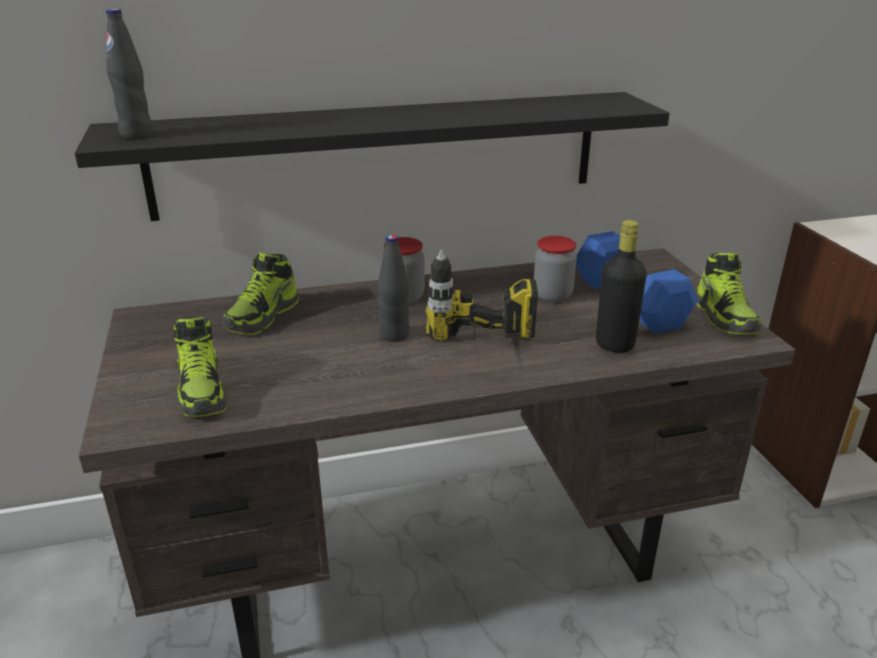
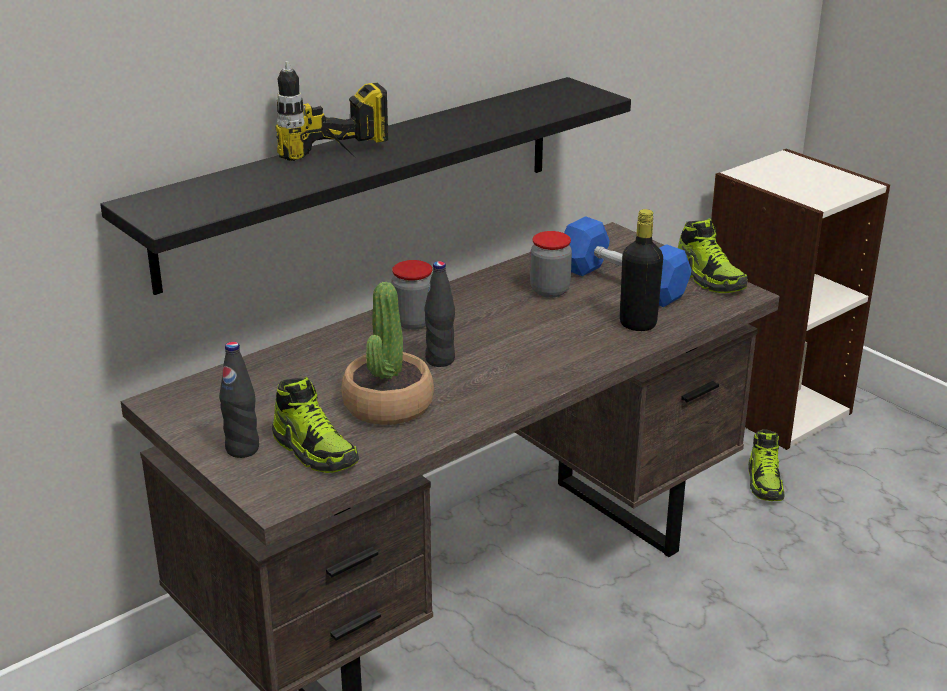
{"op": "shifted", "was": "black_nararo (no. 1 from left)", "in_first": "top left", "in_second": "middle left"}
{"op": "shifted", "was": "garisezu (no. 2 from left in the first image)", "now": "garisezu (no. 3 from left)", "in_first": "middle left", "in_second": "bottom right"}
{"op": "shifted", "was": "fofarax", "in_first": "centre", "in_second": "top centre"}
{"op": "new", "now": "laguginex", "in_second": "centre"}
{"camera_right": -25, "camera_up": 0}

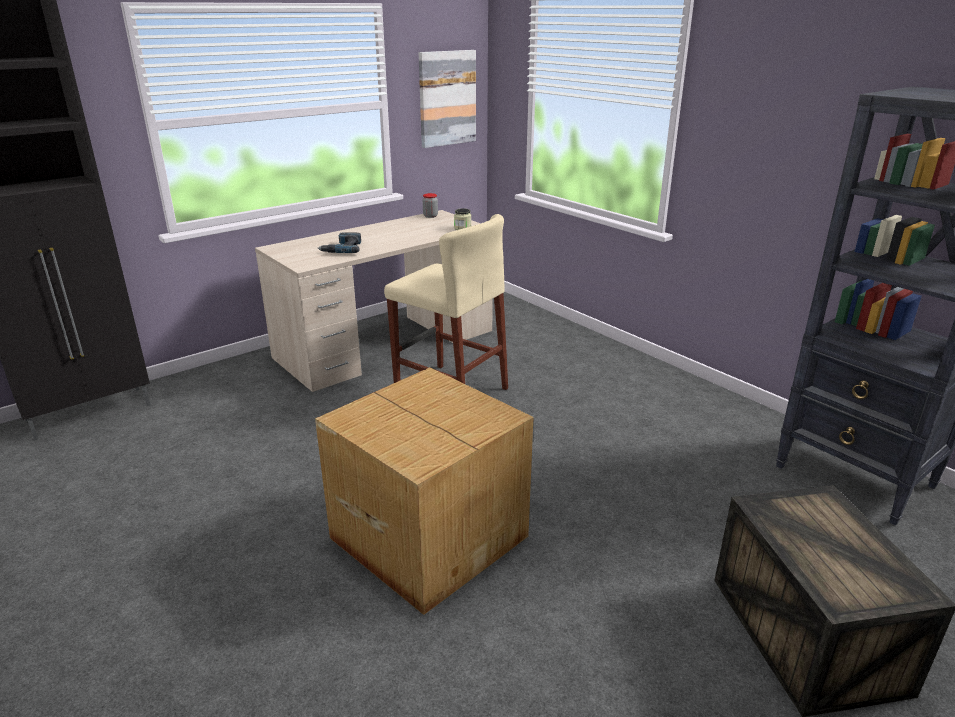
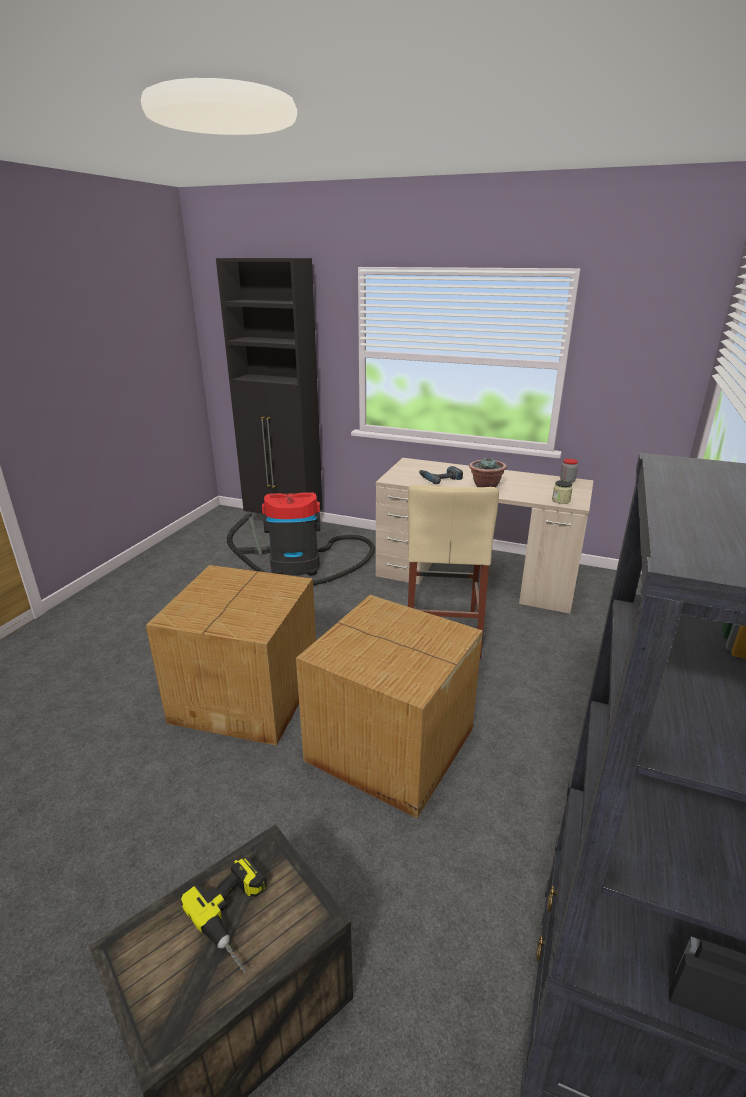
{"op": "gone", "was": "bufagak", "in_first": "top centre"}
{"op": "new", "now": "fofarax (no. 1 from left)", "in_second": "bottom left"}
{"op": "new", "now": "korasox", "in_second": "centre"}
{"op": "new", "now": "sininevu (no. 2 from left)", "in_second": "centre"}
{"op": "new", "now": "laguginex", "in_second": "centre"}
{"camera_right": 60, "camera_up": 0}

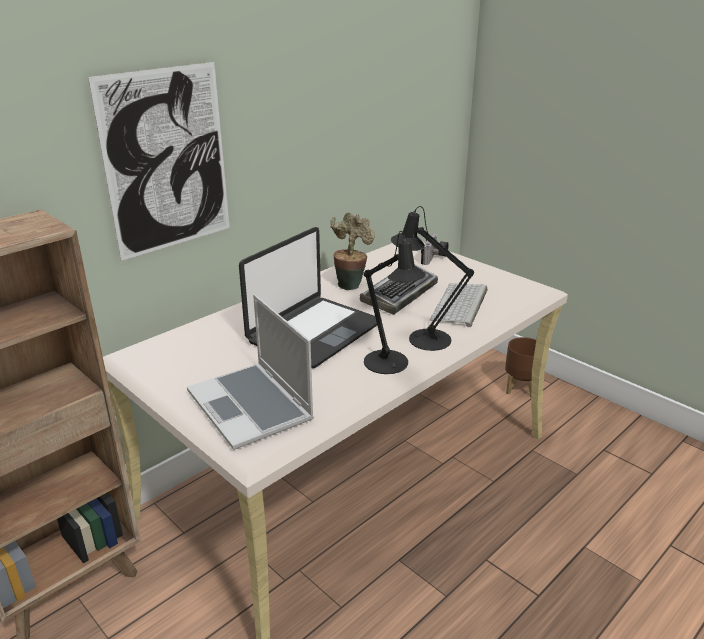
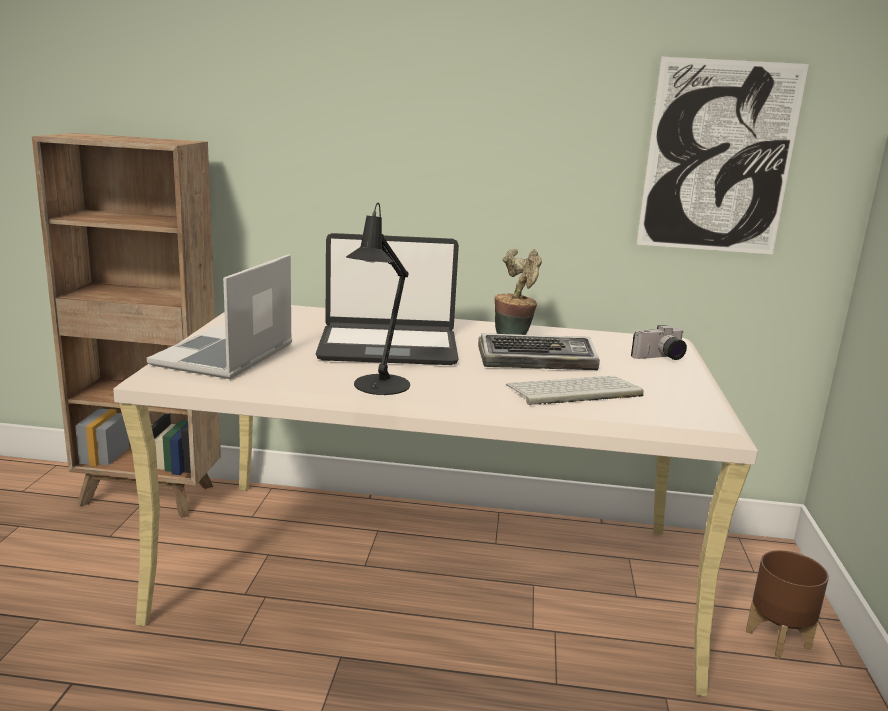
{"op": "shifted", "was": "bufagak", "in_first": "top left", "in_second": "top right"}
{"op": "gone", "was": "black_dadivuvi (no. 2 from left)", "in_first": "centre"}
{"camera_right": 50, "camera_up": -10}

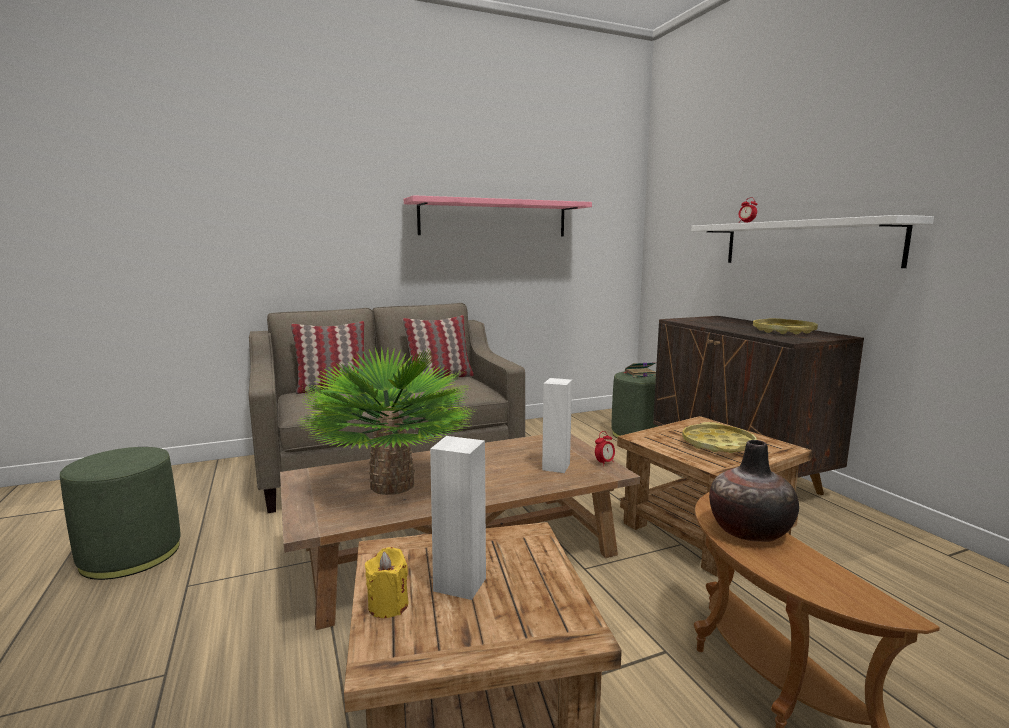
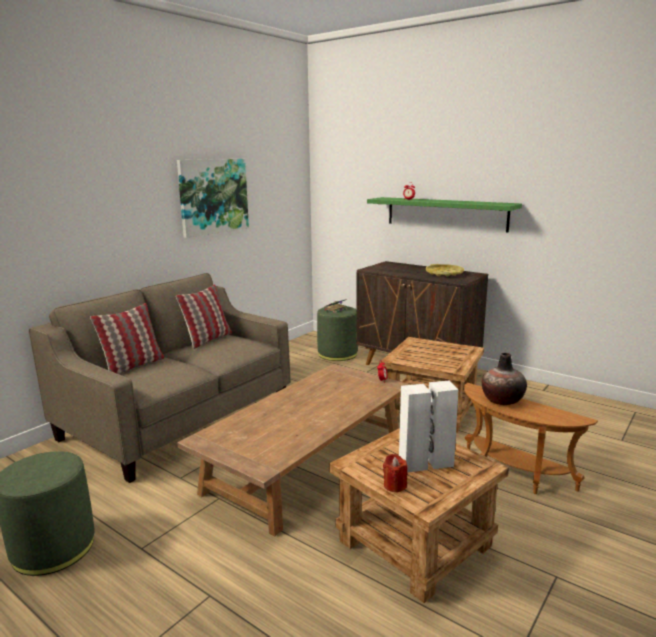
{"op": "gone", "was": "laguginex", "in_first": "centre"}
{"op": "repainted", "was": "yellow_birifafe", "now": "red_birifafe", "in_first": "bottom centre", "in_second": "bottom centre"}
{"op": "swapped", "was": "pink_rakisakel", "now": "bufagak", "in_first": "top centre", "in_second": "top left"}
{"op": "shifted", "was": "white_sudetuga (no. 2 from left)", "in_first": "centre", "in_second": "bottom right"}
{"op": "gone", "was": "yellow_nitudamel (no. 1 from left)", "in_first": "middle right"}
{"op": "repainted", "was": "white_rakisakel", "now": "green_rakisakel", "in_first": "top right", "in_second": "middle right"}
{"camera_right": -30, "camera_up": 5}

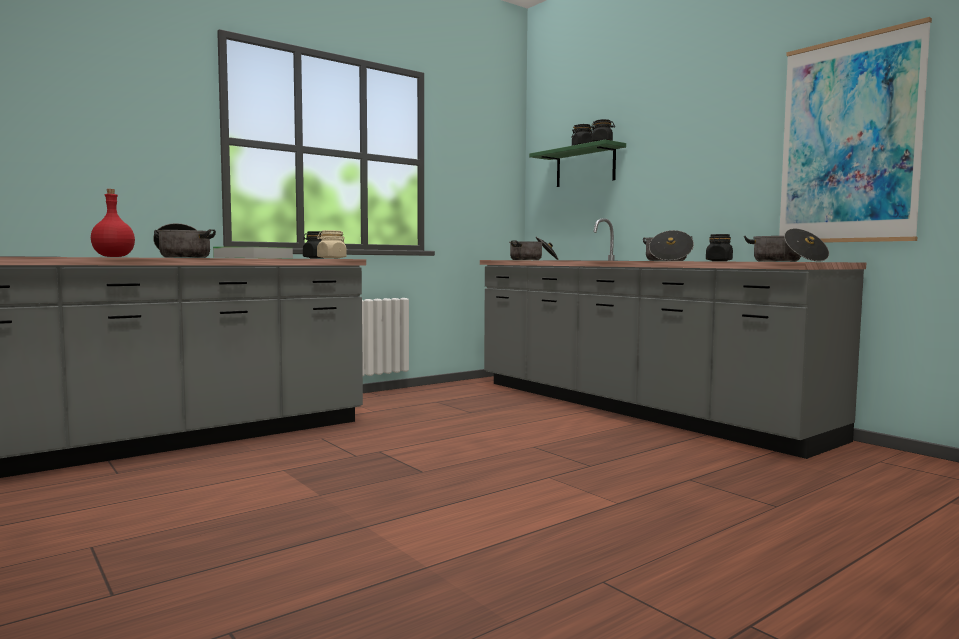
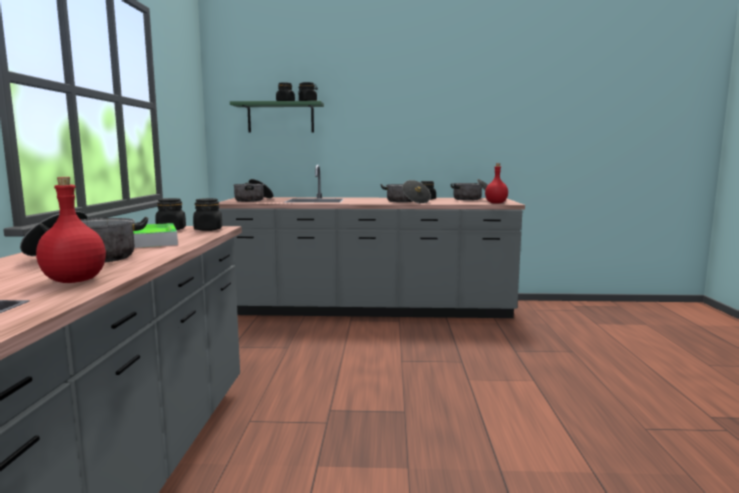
{"op": "repainted", "was": "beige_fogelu", "now": "black_fogelu (no. 2 from left)", "in_first": "centre", "in_second": "middle left"}
{"op": "gone", "was": "bufagak", "in_first": "top right"}
{"op": "new", "now": "red_nararo (no. 2 from left)", "in_second": "middle right"}
{"camera_right": -50, "camera_up": 5}

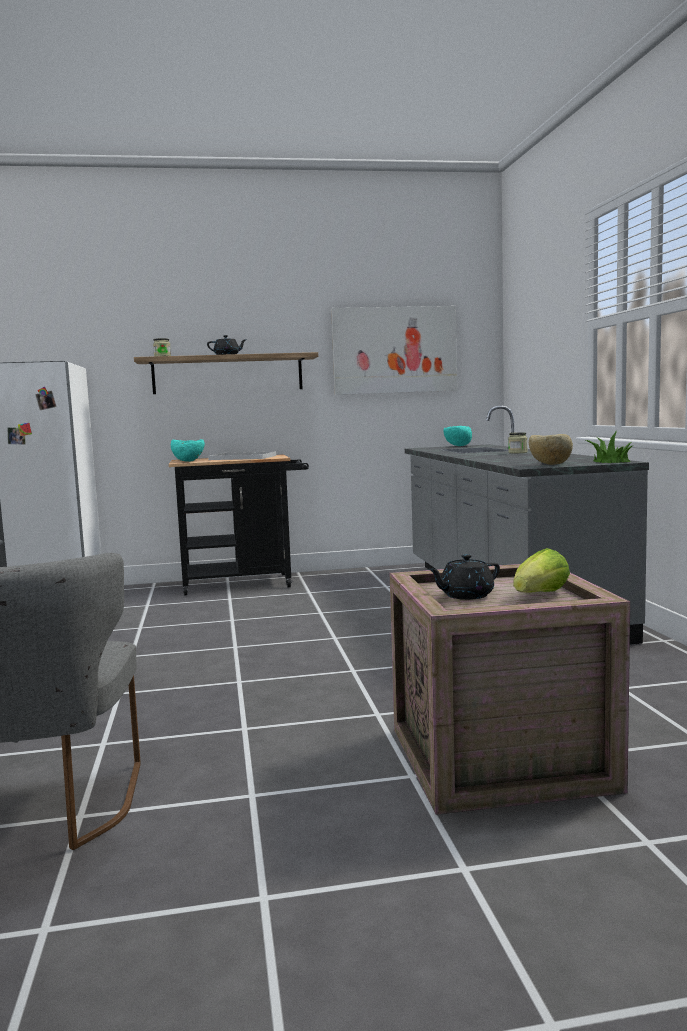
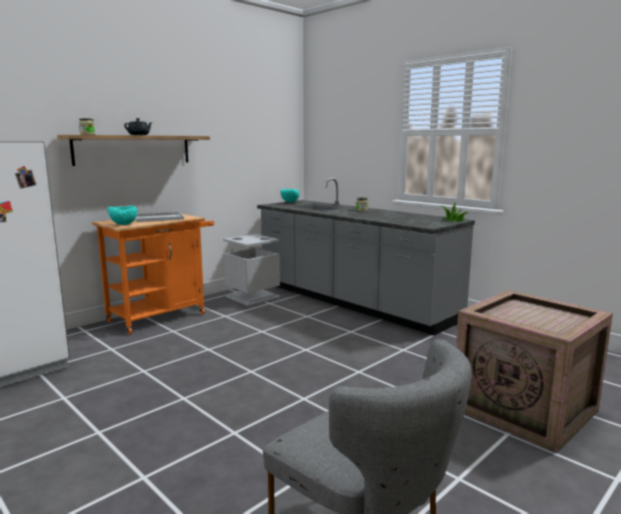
{"op": "repainted", "was": "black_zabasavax", "now": "orange_zabasavax", "in_first": "centre", "in_second": "middle left"}
{"op": "gone", "was": "bufagak", "in_first": "centre"}
{"op": "gone", "was": "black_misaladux (no. 2 from left)", "in_first": "middle right"}
{"op": "gone", "was": "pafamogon", "in_first": "middle right"}
{"op": "gone", "was": "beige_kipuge", "in_first": "middle right"}
{"op": "new", "now": "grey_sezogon", "in_second": "centre"}
{"camera_right": -35, "camera_up": 5}

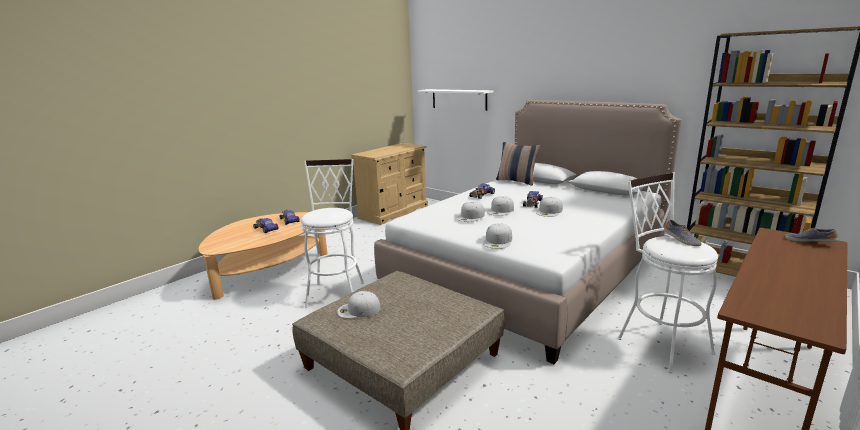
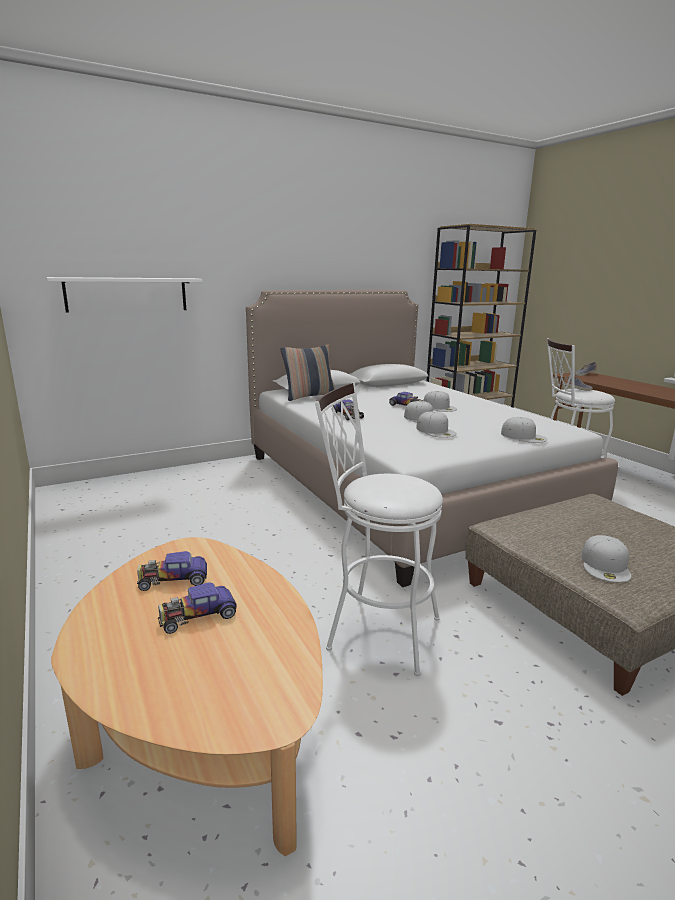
{"op": "gone", "was": "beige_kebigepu", "in_first": "centre"}
{"camera_right": -70, "camera_up": 0}

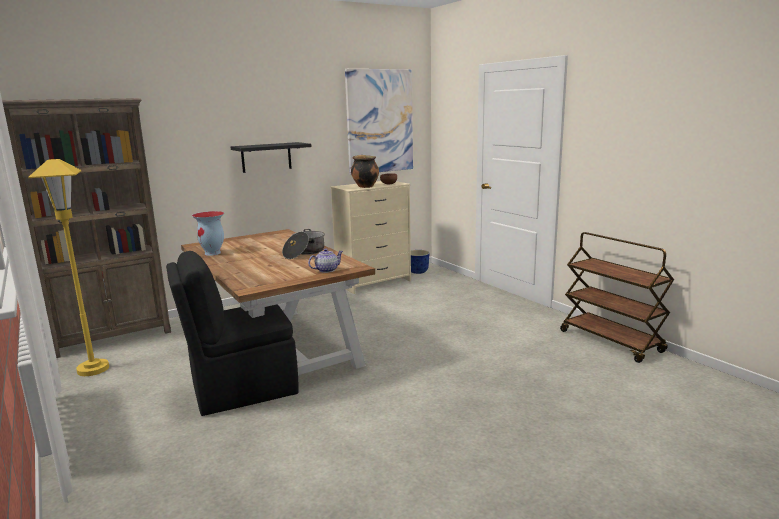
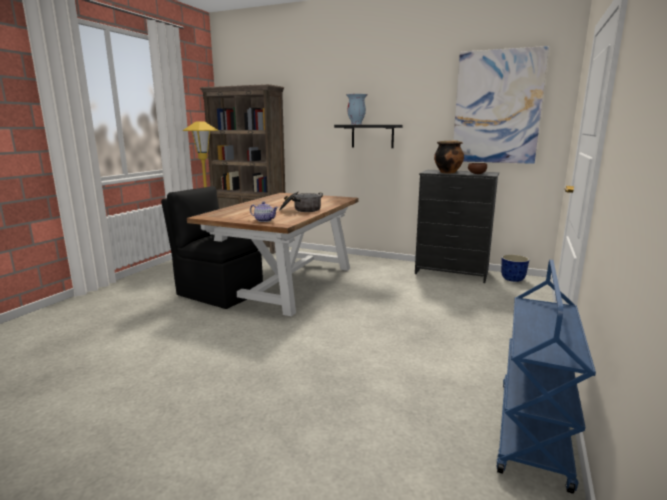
{"op": "shifted", "was": "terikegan", "in_first": "middle left", "in_second": "top centre"}
{"op": "repainted", "was": "beige_kebigepu", "now": "black_kebigepu", "in_first": "centre", "in_second": "middle right"}
{"op": "repainted", "was": "brown_zabasavax", "now": "blue_zabasavax", "in_first": "middle right", "in_second": "bottom right"}
{"camera_right": 55, "camera_up": 0}

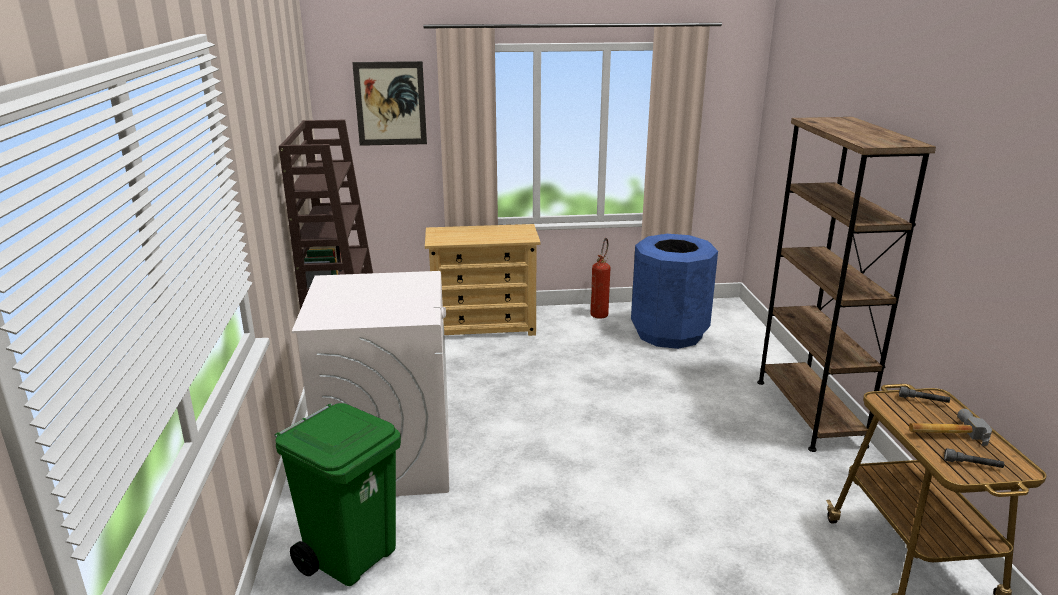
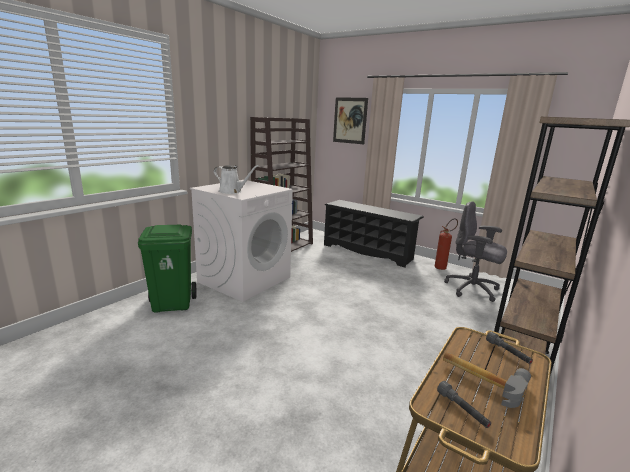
{"op": "swapped", "was": "beige_kebigepu", "now": "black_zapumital", "in_first": "centre", "in_second": "centre"}
{"op": "swapped", "was": "blue_sezogon", "now": "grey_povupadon", "in_first": "centre", "in_second": "middle right"}
{"op": "new", "now": "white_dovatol", "in_second": "centre"}
{"camera_right": 40, "camera_up": -5}

